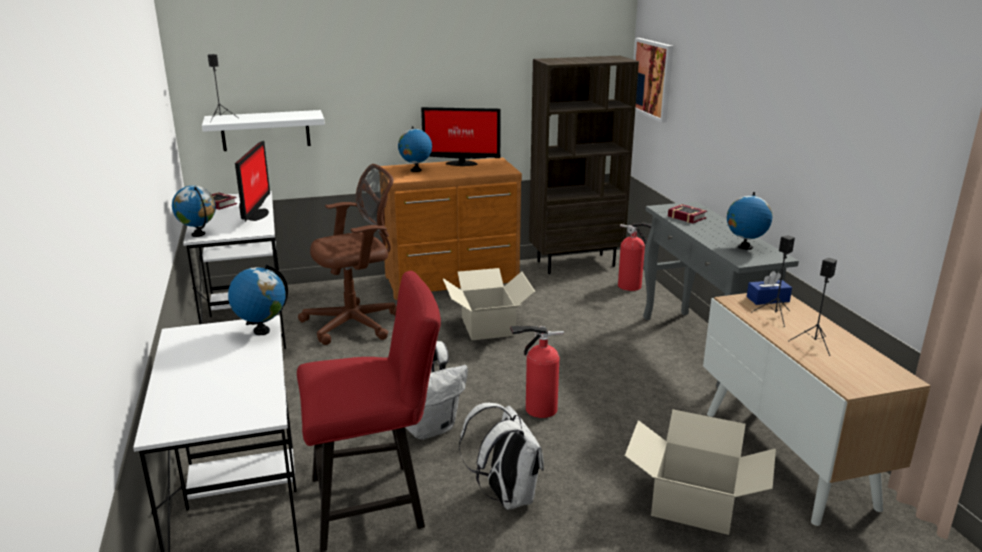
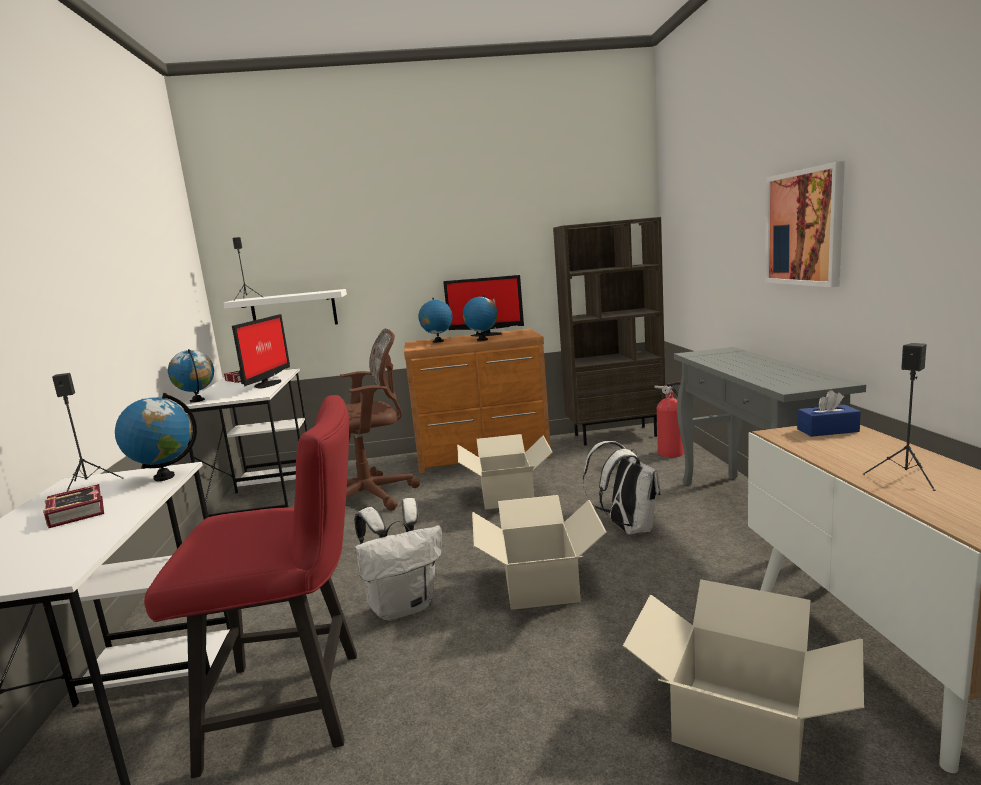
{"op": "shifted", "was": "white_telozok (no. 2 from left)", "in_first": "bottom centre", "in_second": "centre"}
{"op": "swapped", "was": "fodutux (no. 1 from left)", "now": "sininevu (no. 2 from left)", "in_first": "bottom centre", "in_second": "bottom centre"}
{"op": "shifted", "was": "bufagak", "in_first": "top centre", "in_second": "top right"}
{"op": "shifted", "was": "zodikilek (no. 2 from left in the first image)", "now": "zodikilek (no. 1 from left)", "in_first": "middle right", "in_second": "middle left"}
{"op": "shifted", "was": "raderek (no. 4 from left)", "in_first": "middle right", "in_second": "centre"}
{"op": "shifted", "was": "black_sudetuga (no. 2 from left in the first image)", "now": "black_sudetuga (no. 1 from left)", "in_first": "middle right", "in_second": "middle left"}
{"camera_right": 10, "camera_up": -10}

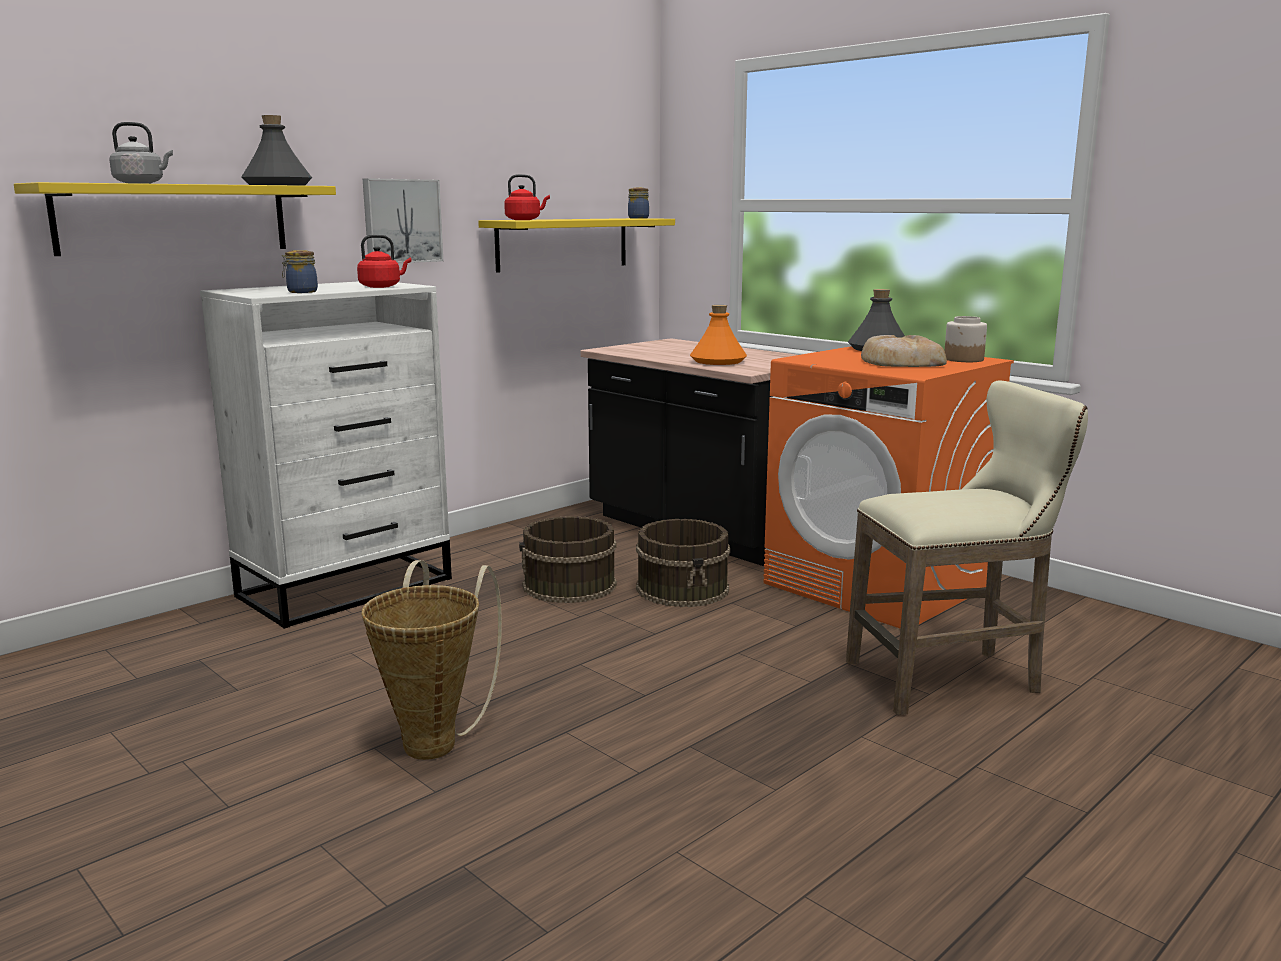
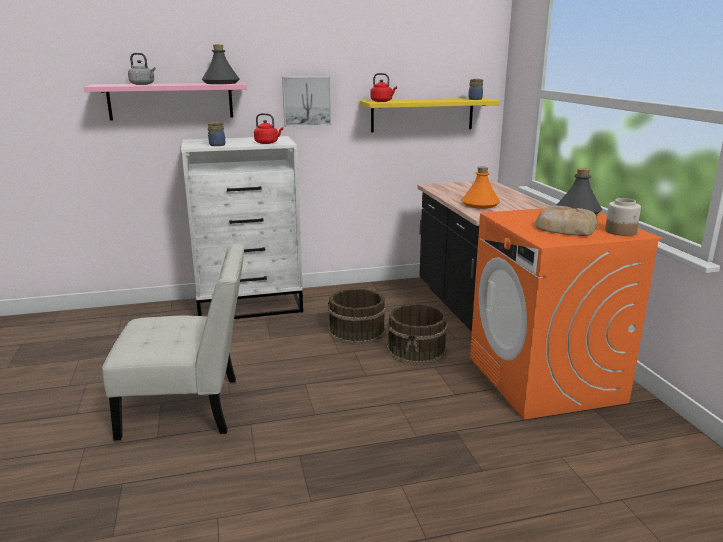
{"op": "repainted", "was": "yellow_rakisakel (no. 1 from left)", "now": "pink_rakisakel", "in_first": "top left", "in_second": "top left"}
{"op": "swapped", "was": "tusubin", "now": "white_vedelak", "in_first": "bottom centre", "in_second": "middle left"}
{"op": "gone", "was": "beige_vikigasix", "in_first": "middle right"}
{"camera_right": 30, "camera_up": 5}

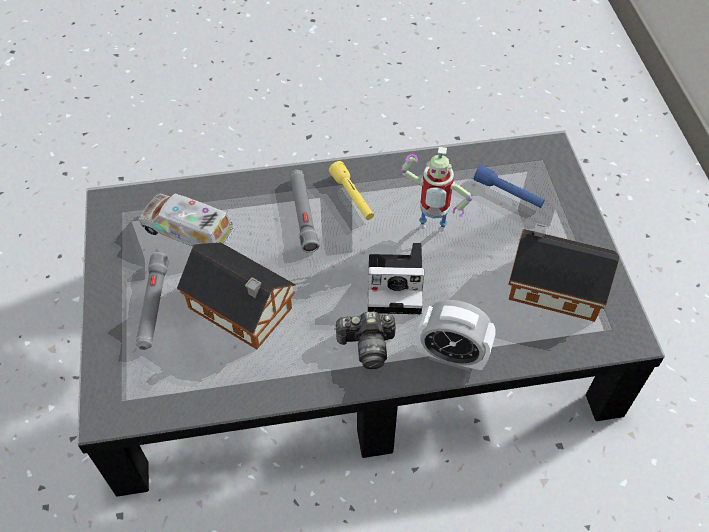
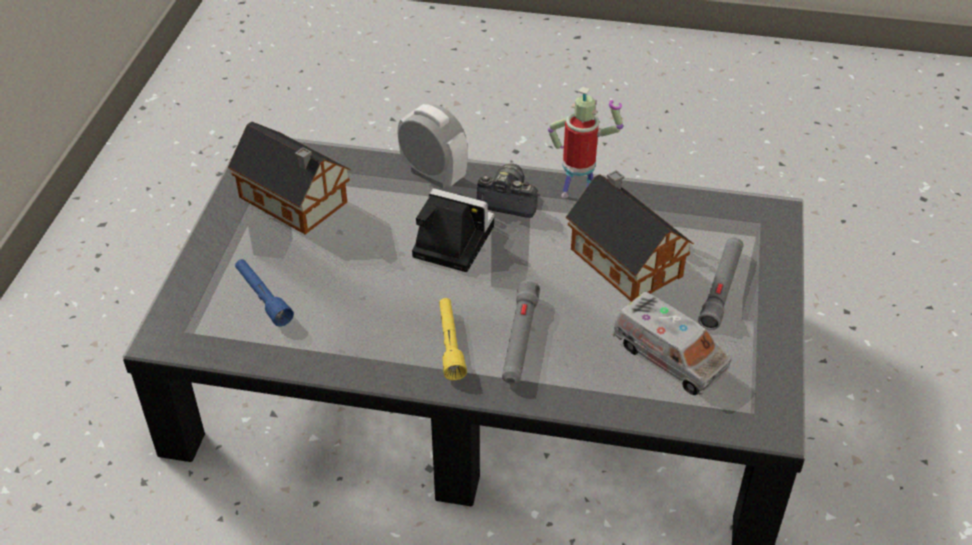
{"op": "shifted", "was": "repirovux", "in_first": "centre", "in_second": "top centre"}
{"camera_right": -160, "camera_up": -10}

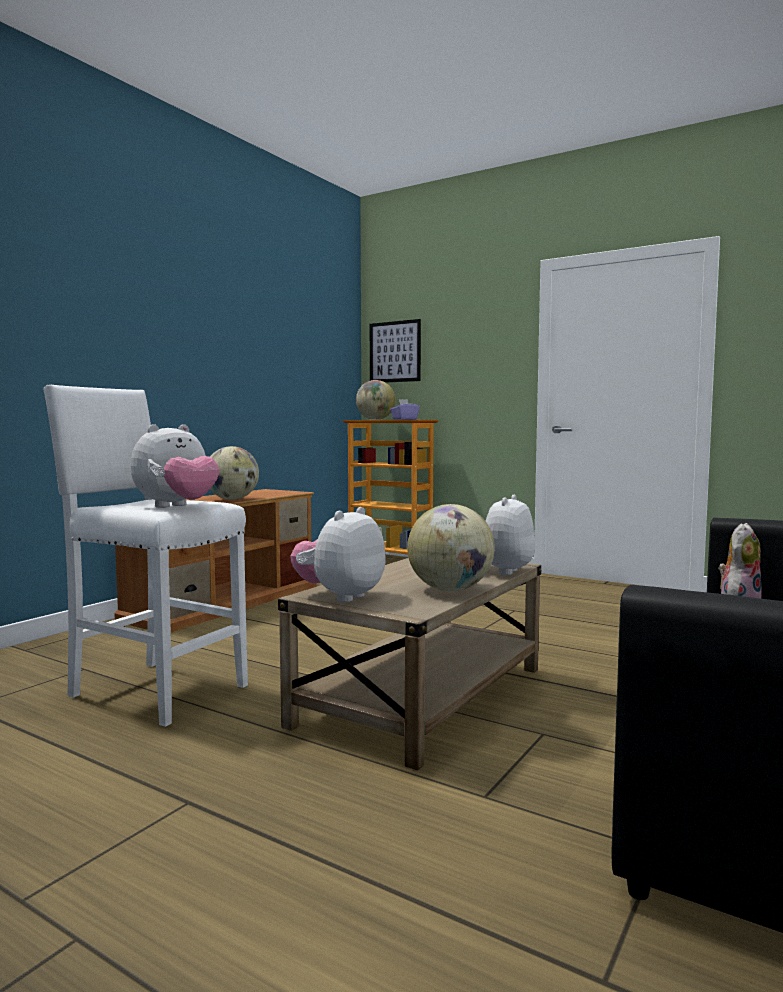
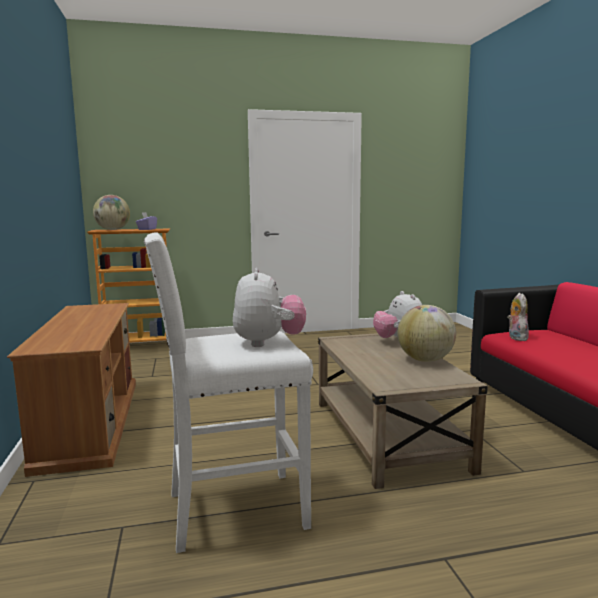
{"op": "gone", "was": "raderek (no. 1 from left)", "in_first": "middle left"}
{"op": "gone", "was": "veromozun (no. 2 from left)", "in_first": "centre"}
{"op": "gone", "was": "bufagak", "in_first": "centre"}
{"camera_right": -45, "camera_up": 5}

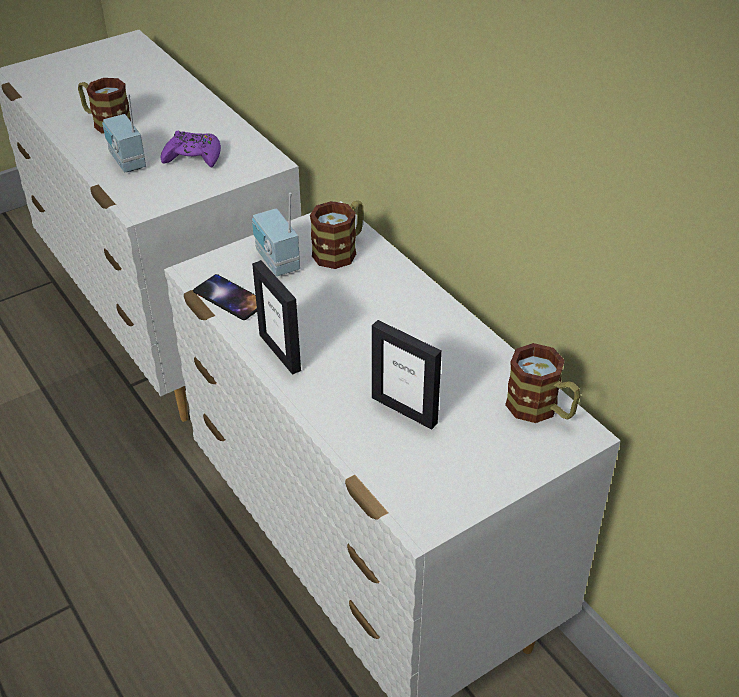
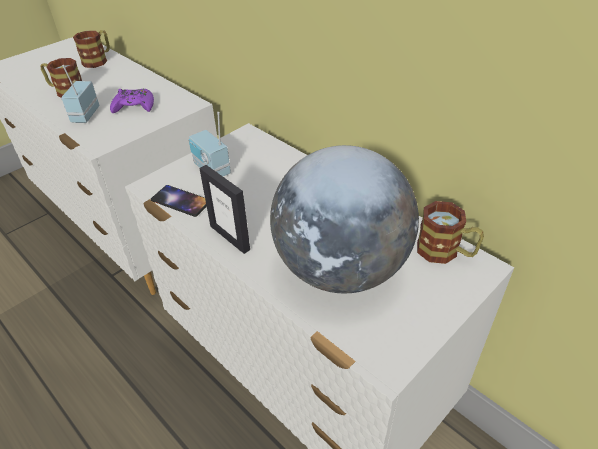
{"op": "rotated", "was": "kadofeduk (no. 1 from left)", "in_first": "top left", "in_second": "top left", "clockwise": 45}
{"op": "shifted", "was": "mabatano (no. 2 from left)", "in_first": "centre", "in_second": "top left"}
{"op": "swapped", "was": "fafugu (no. 2 from left)", "now": "raderek", "in_first": "centre", "in_second": "centre"}
{"camera_right": -10, "camera_up": 0}

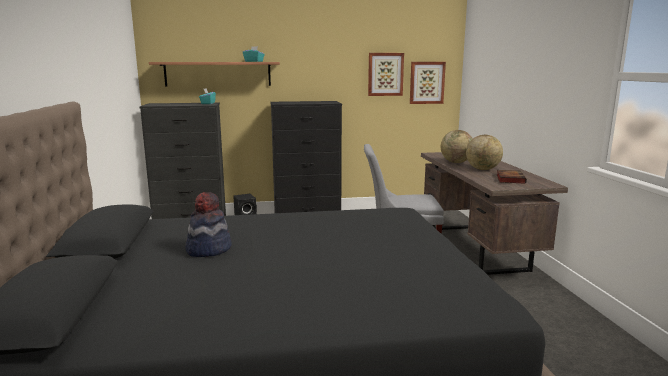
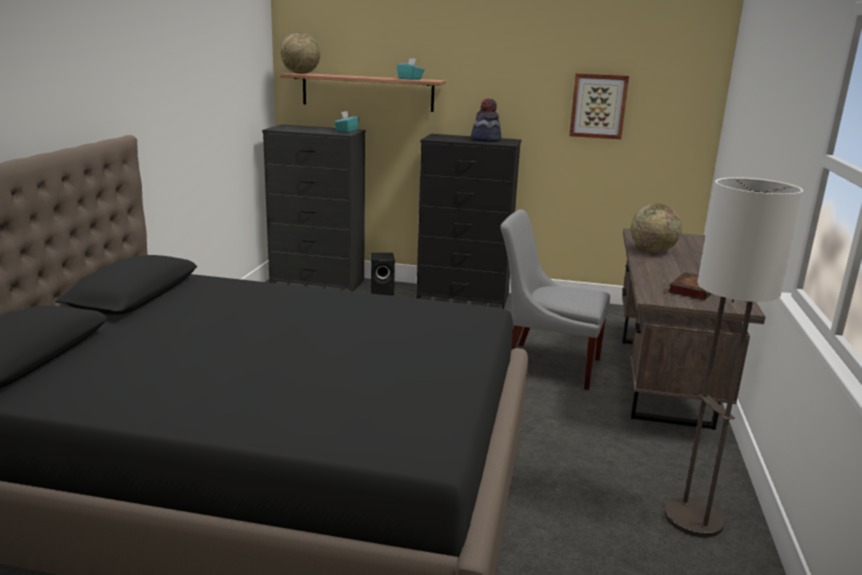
{"op": "shifted", "was": "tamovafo", "in_first": "middle left", "in_second": "top centre"}
{"op": "gone", "was": "bufagak (no. 2 from left)", "in_first": "top centre"}
{"op": "shifted", "was": "raderek (no. 2 from left in the first image)", "now": "raderek (no. 1 from left)", "in_first": "middle right", "in_second": "top centre"}
{"op": "new", "now": "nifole", "in_second": "middle right"}
{"camera_right": 20, "camera_up": 5}

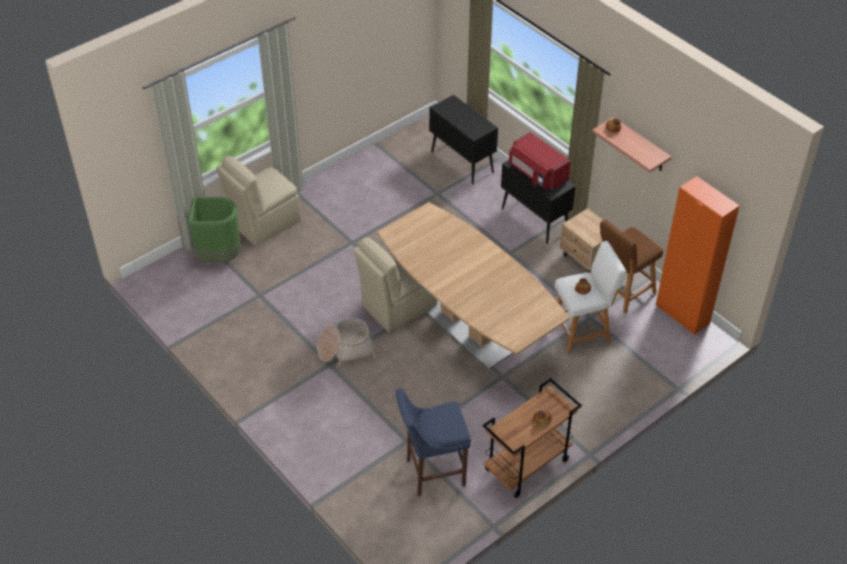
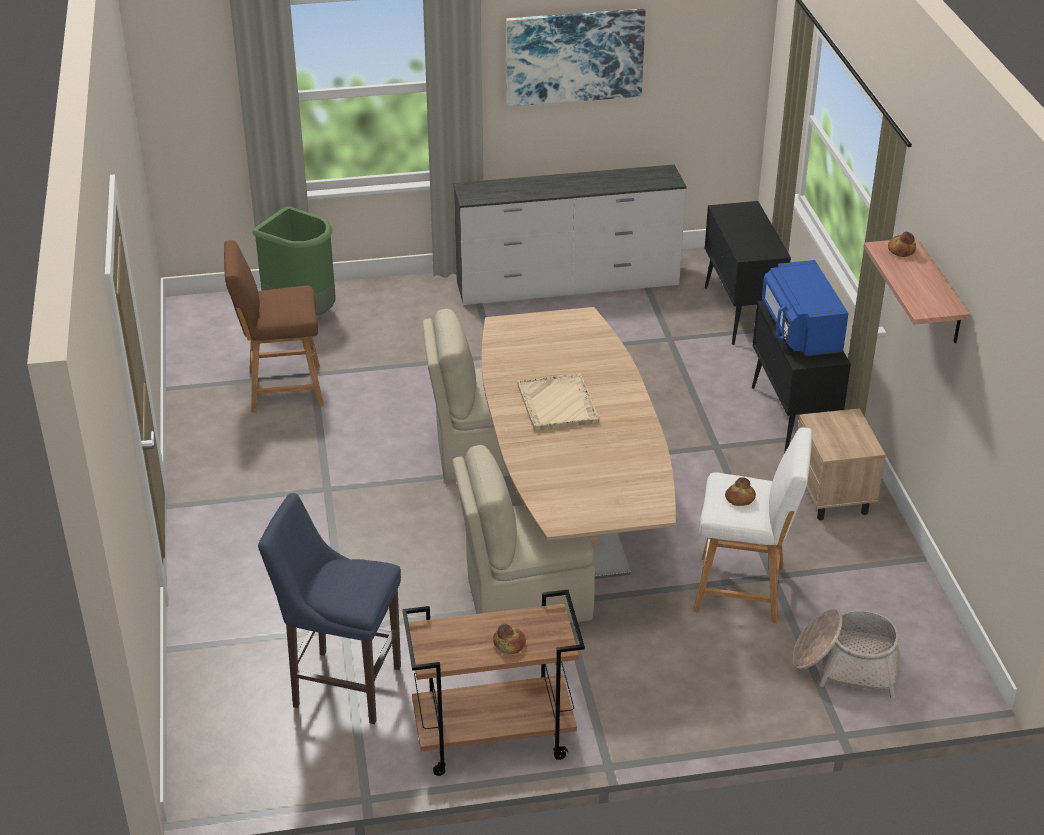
{"op": "shifted", "was": "beige_vedelak (no. 1 from left in the first image)", "now": "beige_vedelak (no. 2 from left)", "in_first": "middle left", "in_second": "centre"}
{"op": "shifted", "was": "tusubin", "in_first": "centre", "in_second": "bottom right"}
{"op": "repainted", "was": "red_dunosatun", "now": "blue_dunosatun", "in_first": "top centre", "in_second": "middle right"}
{"op": "shifted", "was": "brown_vikigasix", "in_first": "middle right", "in_second": "middle left"}
{"op": "gone", "was": "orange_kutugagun", "in_first": "middle right"}
{"op": "new", "now": "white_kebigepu", "in_second": "top centre"}
{"op": "new", "now": "bufagak", "in_second": "top centre"}
{"op": "new", "now": "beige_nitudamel", "in_second": "centre"}
{"camera_right": 30, "camera_up": -10}

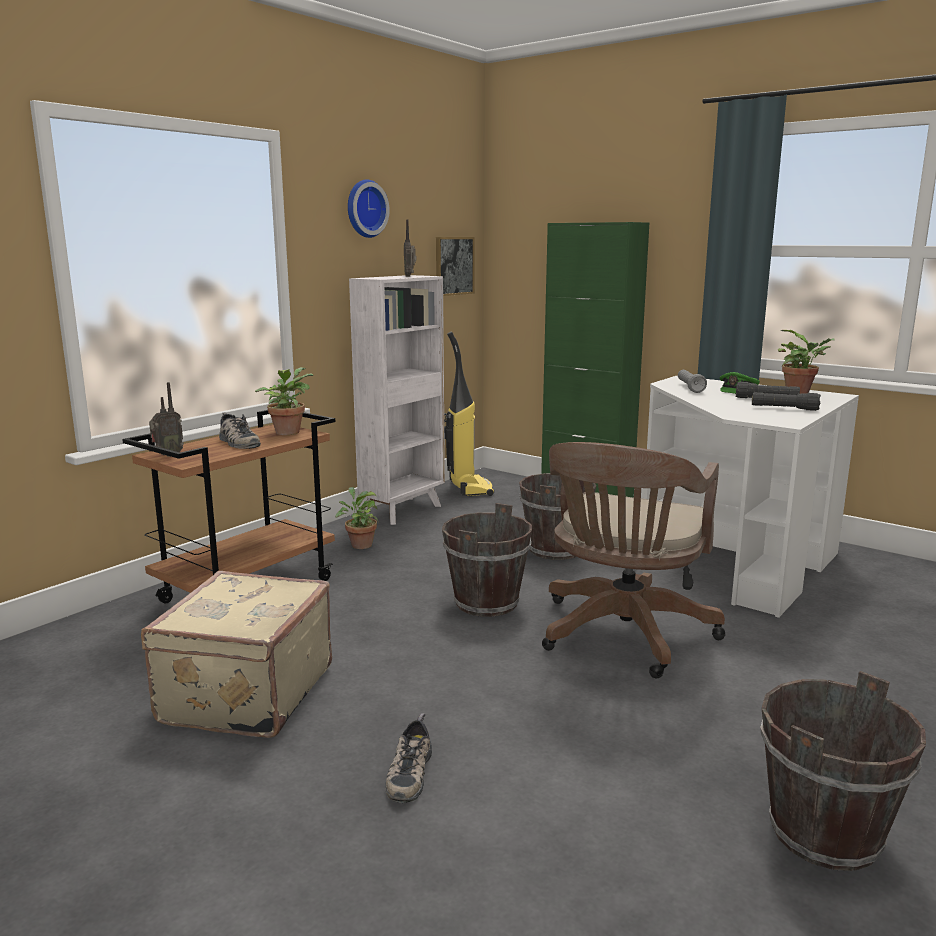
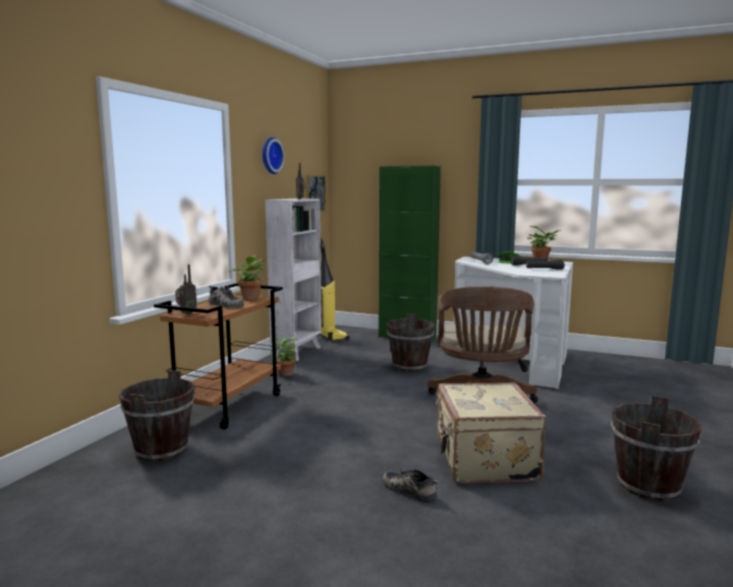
{"op": "shifted", "was": "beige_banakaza", "in_first": "bottom left", "in_second": "bottom right"}
{"op": "rotated", "was": "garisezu (no. 2 from left)", "in_first": "bottom centre", "in_second": "bottom centre", "clockwise": 135}
{"op": "shifted", "was": "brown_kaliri (no. 1 from left)", "in_first": "centre", "in_second": "bottom left"}
{"camera_right": -15, "camera_up": -5}

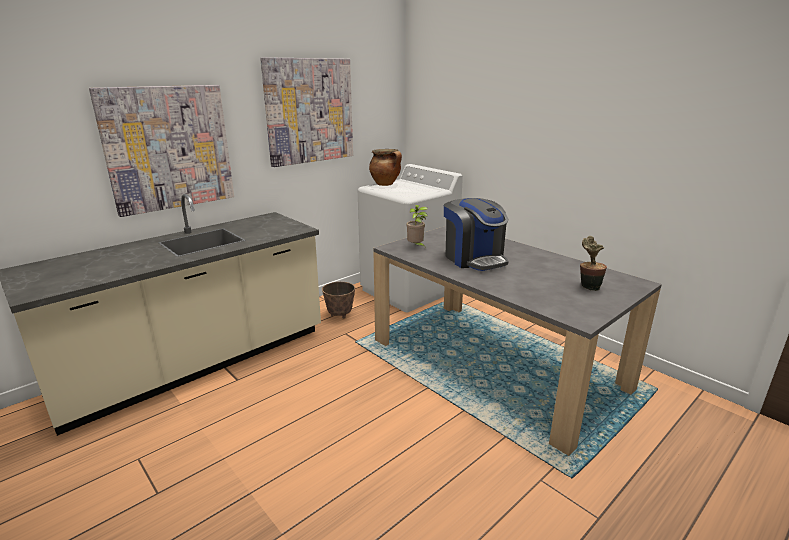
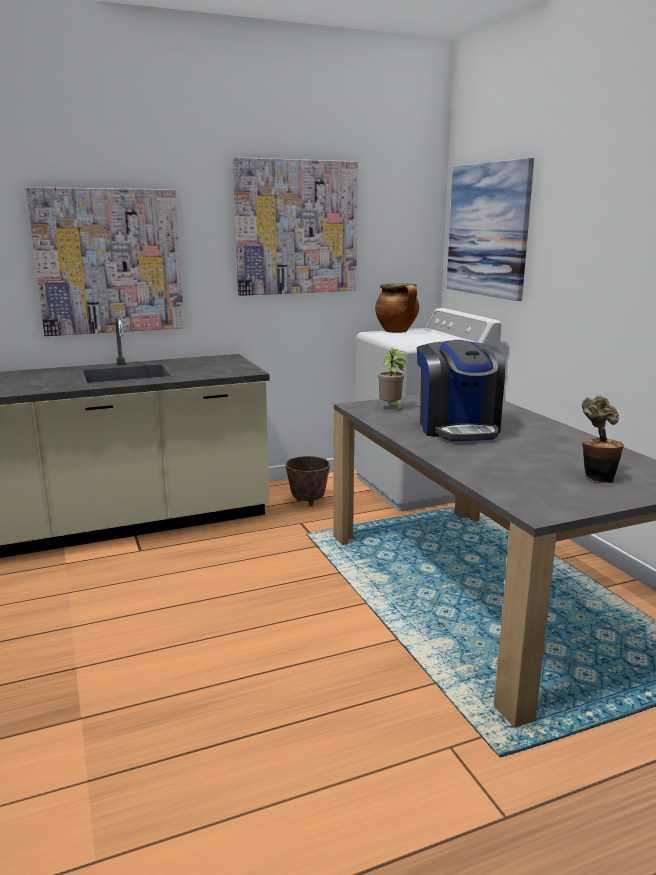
{"op": "new", "now": "bufagak (no. 3 from left)", "in_second": "top right"}
{"camera_right": 20, "camera_up": -5}

